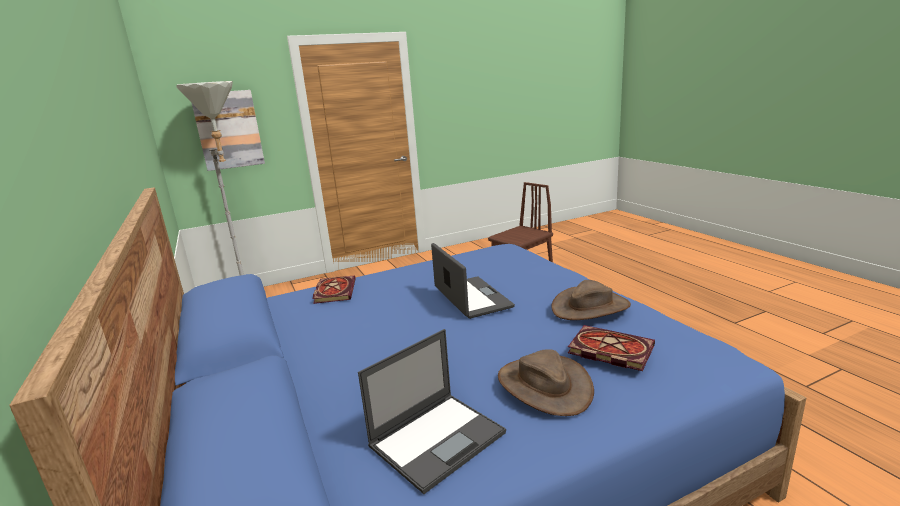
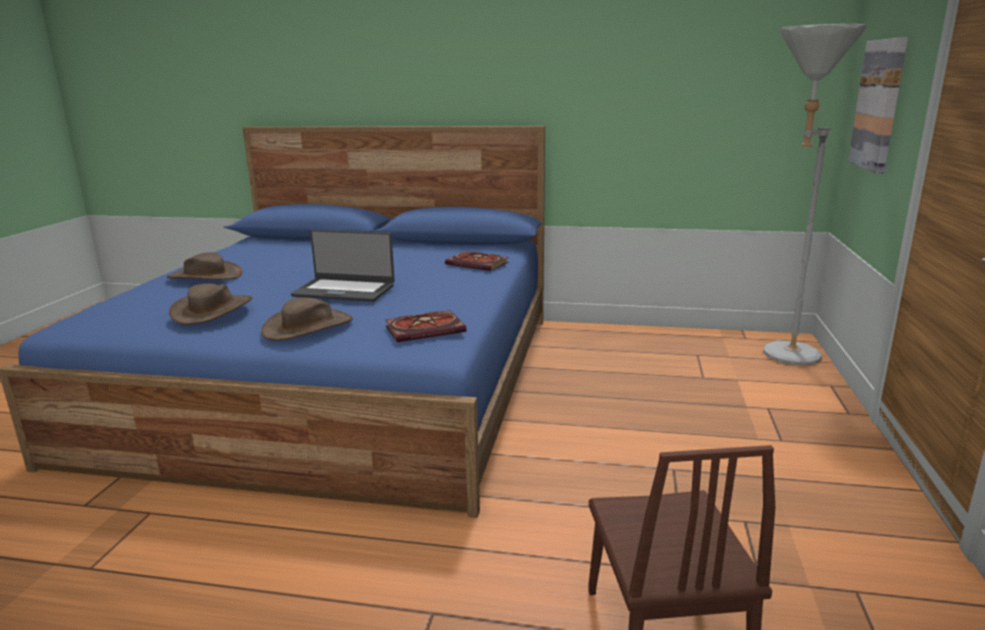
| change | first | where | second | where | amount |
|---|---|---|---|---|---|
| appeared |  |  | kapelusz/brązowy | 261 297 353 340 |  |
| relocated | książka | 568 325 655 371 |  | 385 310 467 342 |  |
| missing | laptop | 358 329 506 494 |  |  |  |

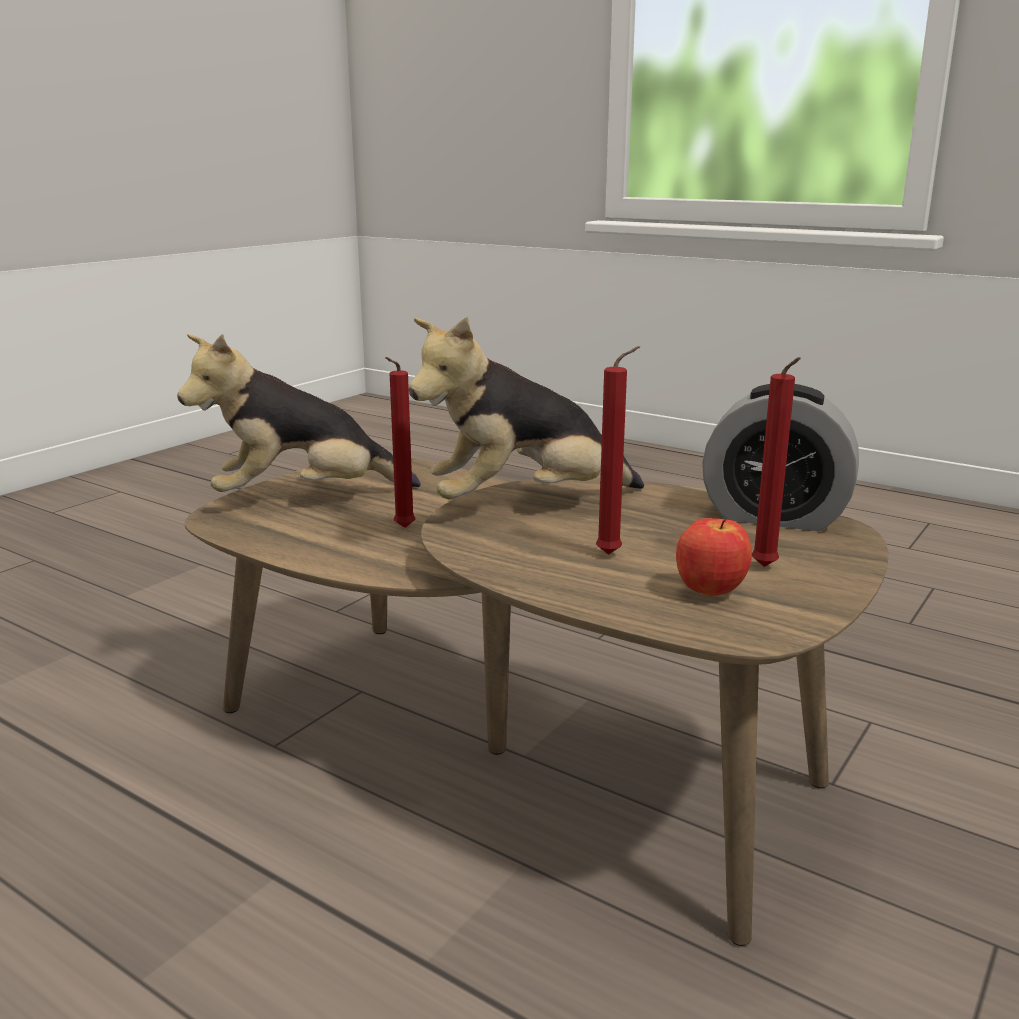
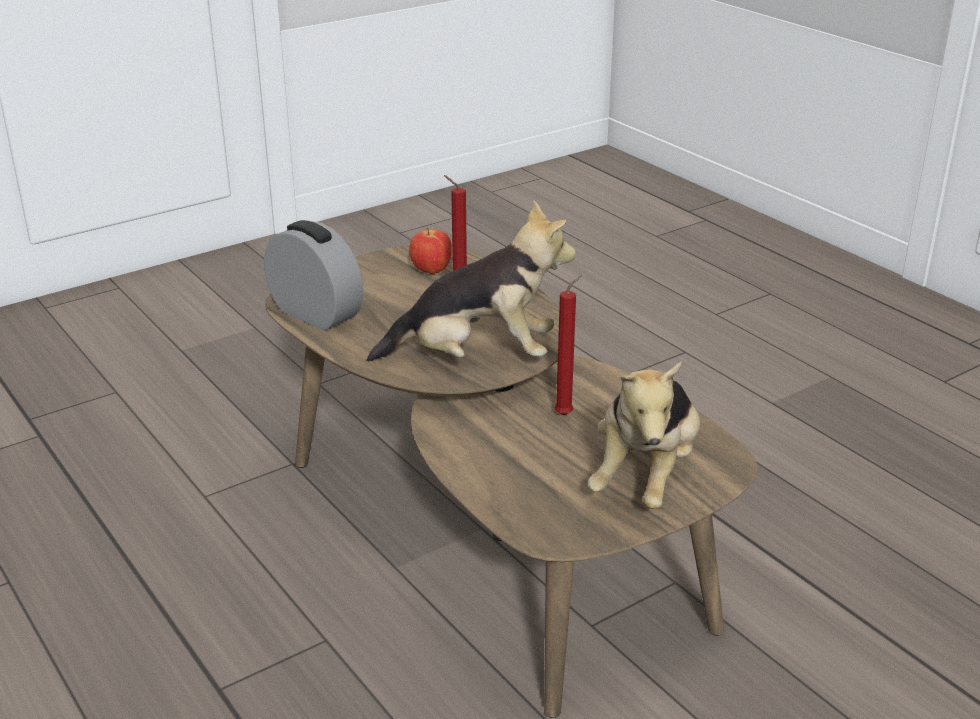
| change | first | where | second | where | amount |
|---|---|---|---|---|---|
| spun | pluszak | 177 334 421 492 |  | 588 362 700 509 | 105 degrees clockwise |
| missing | świeca/czerwony | 752 357 801 567 |  |  |  |

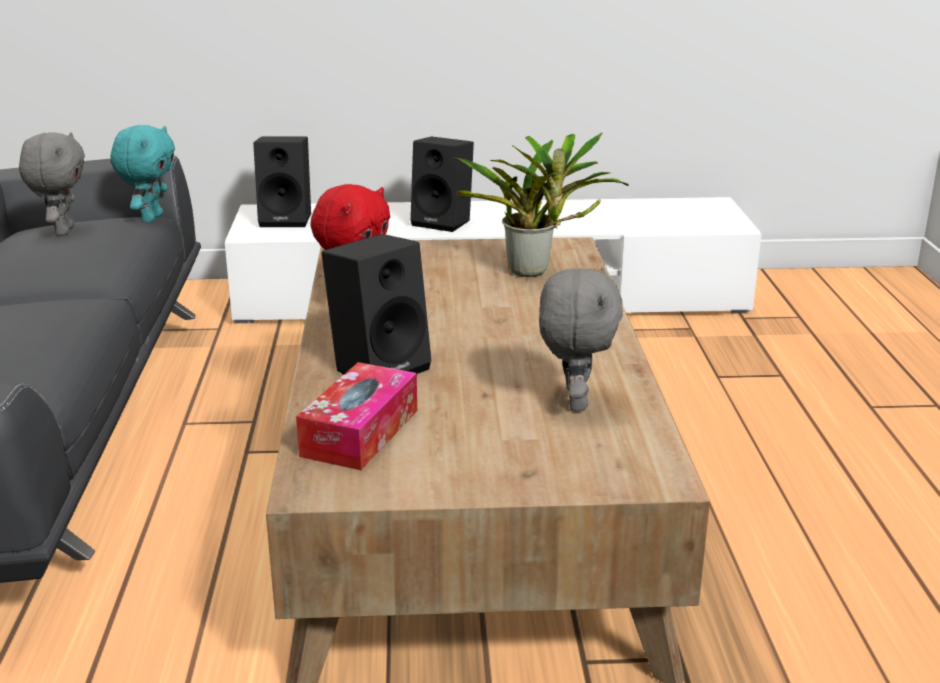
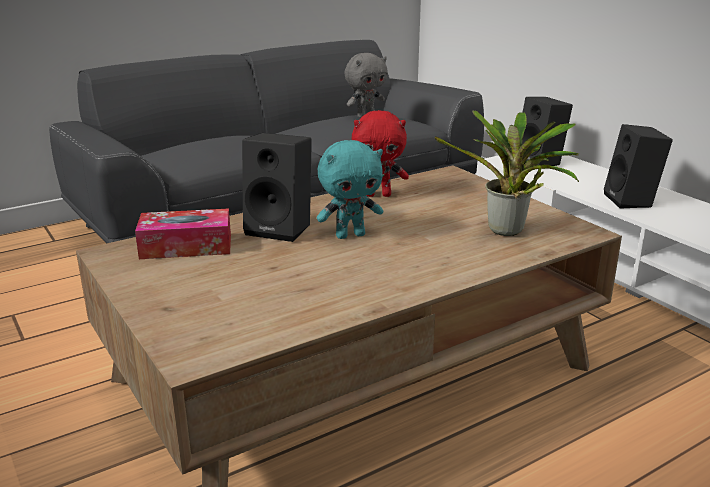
| change | first | where | second | where | amount |
|---|---|---|---|---|---|
| relocated | pluszak/turkusowy | 110 125 175 222 |  | 317 140 383 239 |  |
| missing | pluszak/szary | 539 266 623 412 |  |  |  |

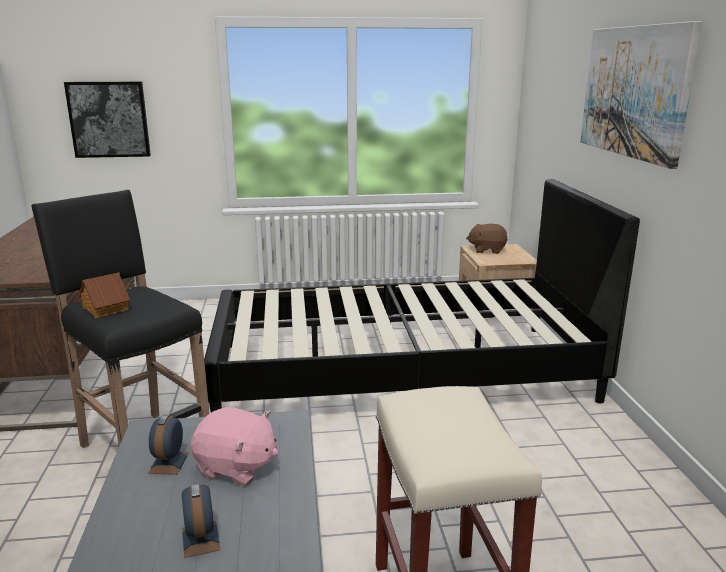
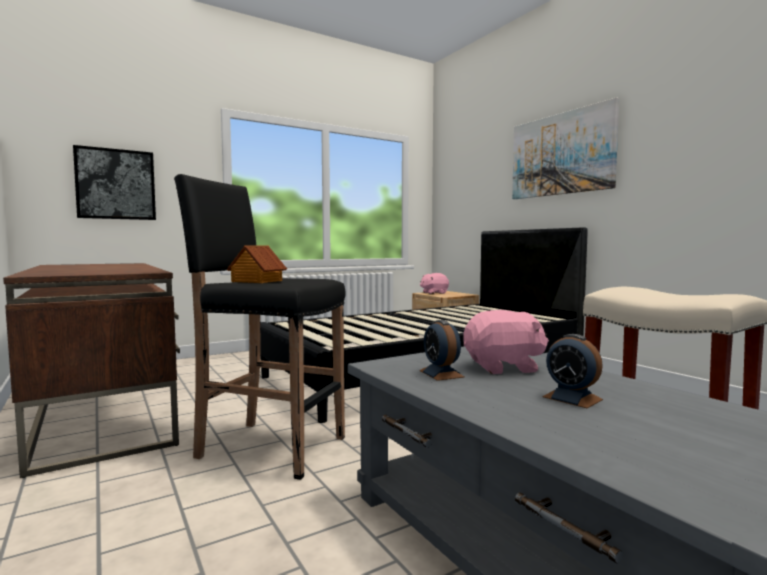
| change | first | where | second | where | amount |
|---|---|---|---|---|---|
| colour | pluszak/brązowy | 466 224 508 254 | pluszak/różowy | 420 273 449 294 |  |

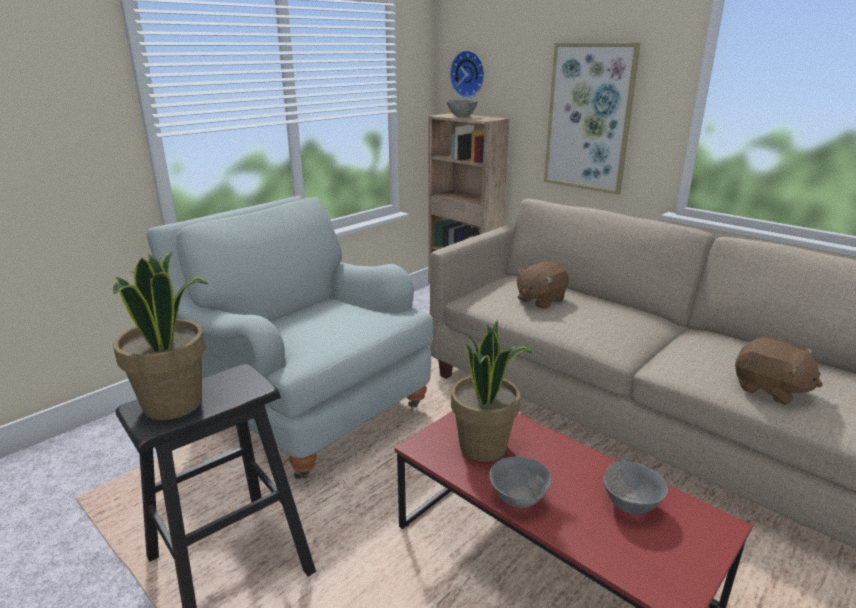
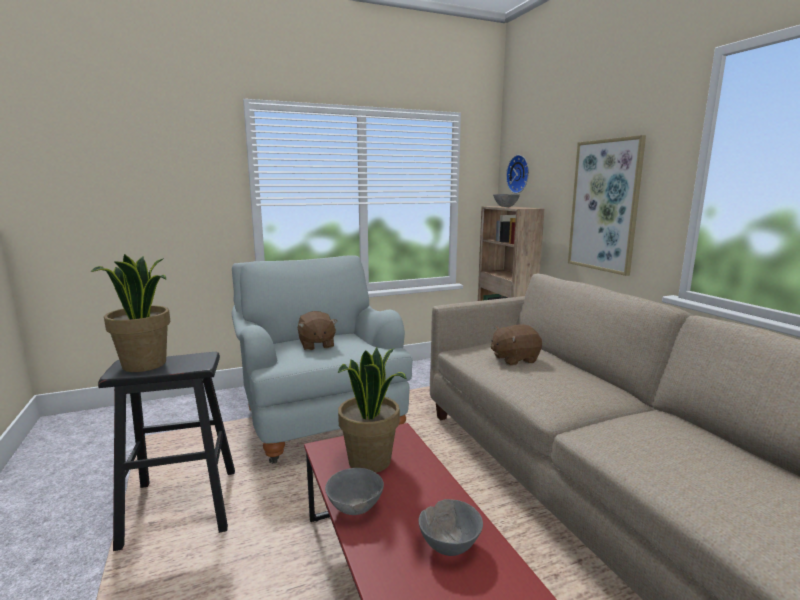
| change | first | where | second | where | amount |
|---|---|---|---|---|---|
| relocated | pluszak/brązowy | 735 337 823 405 |  | 298 311 337 351 |  |

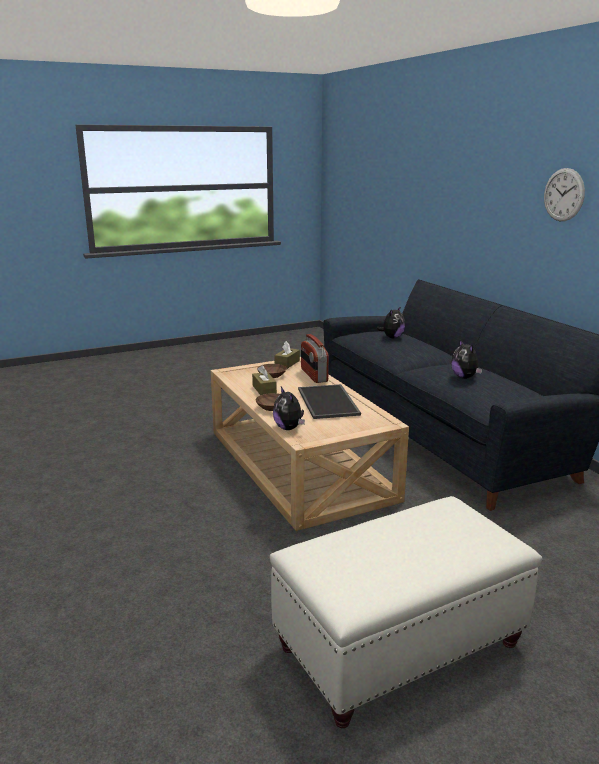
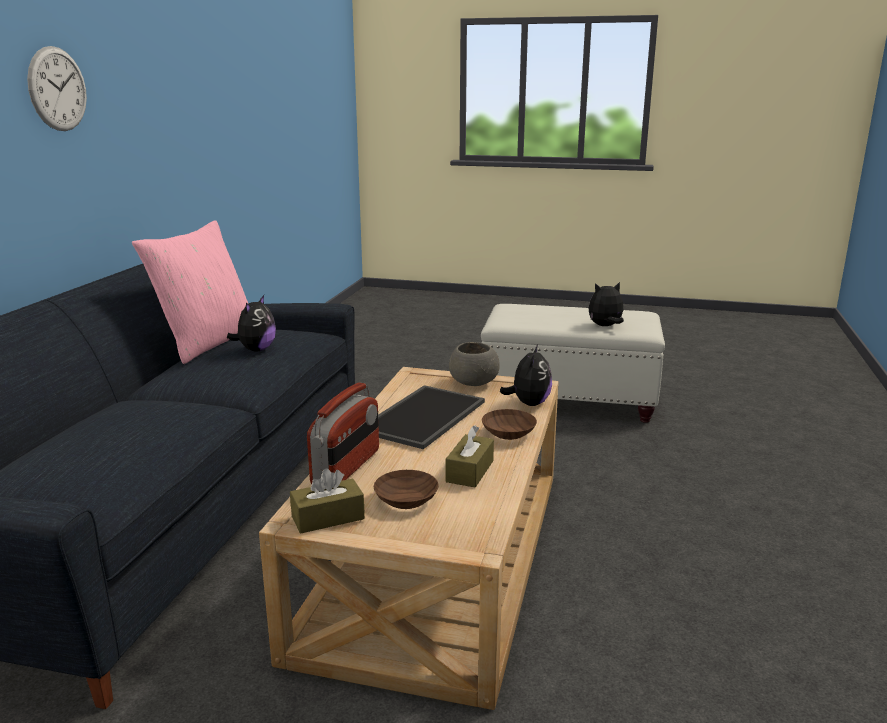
| change | first | where | second | where | amount |
|---|---|---|---|---|---|
| appeared |  |  | poduszka/różowy | 132 220 248 364 |  |
| appeared |  |  | miska/szary | 449 342 500 386 |  |
| relocated | pluszak | 377 306 405 338 |  | 588 282 624 326 |  |

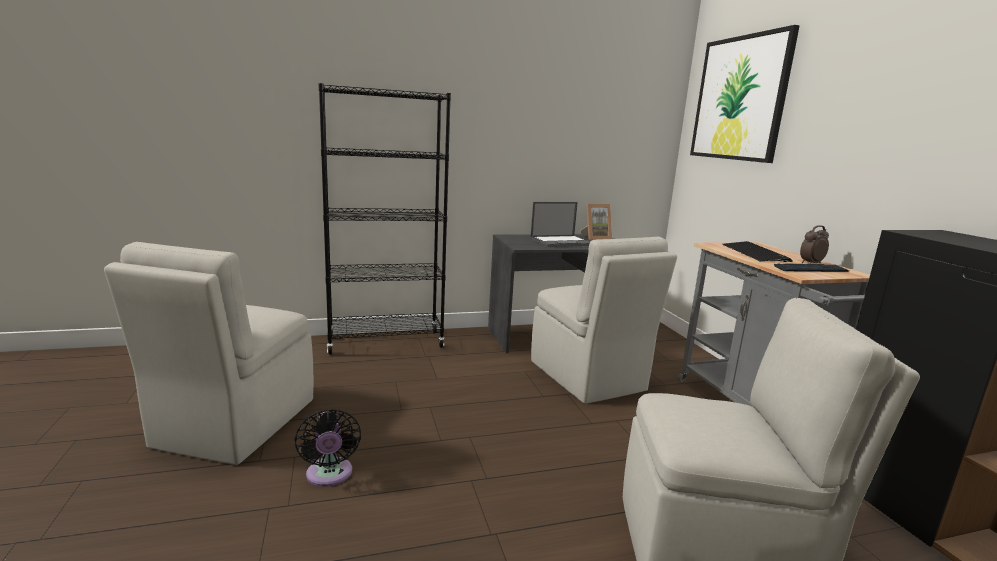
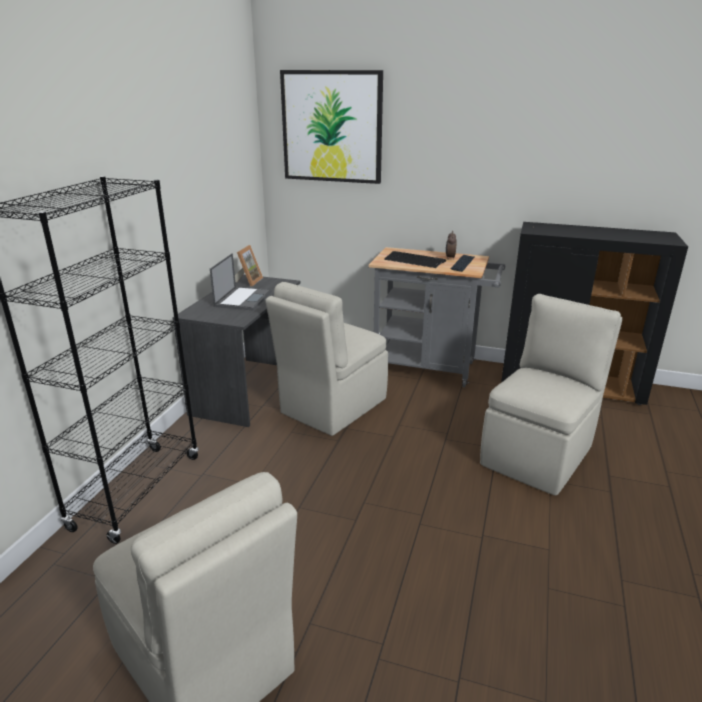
| change | first | where | second | where | amount |
|---|---|---|---|---|---|
| spun | krzesło/beżowy | 531 237 677 404 |  | 265 282 388 436 | 120 degrees clockwise |
| missing | wentylator/czarny | 294 409 361 487 |  |  |  |

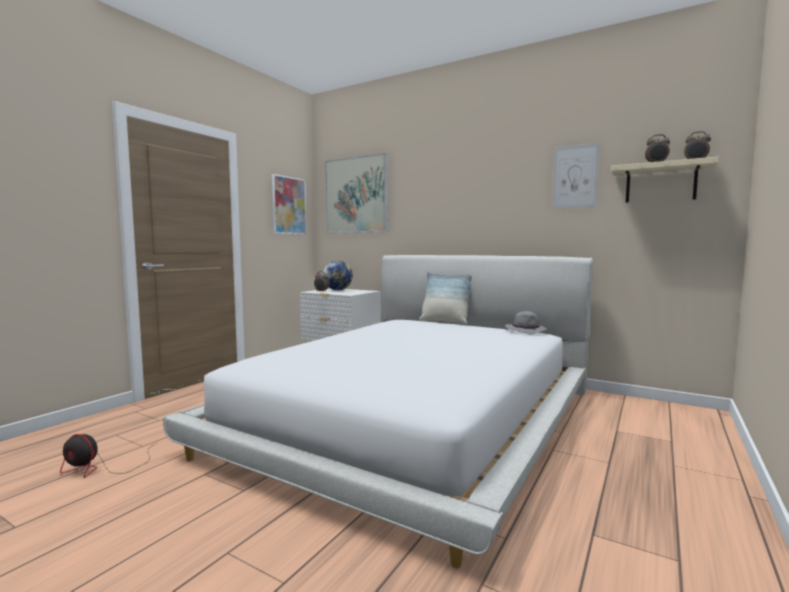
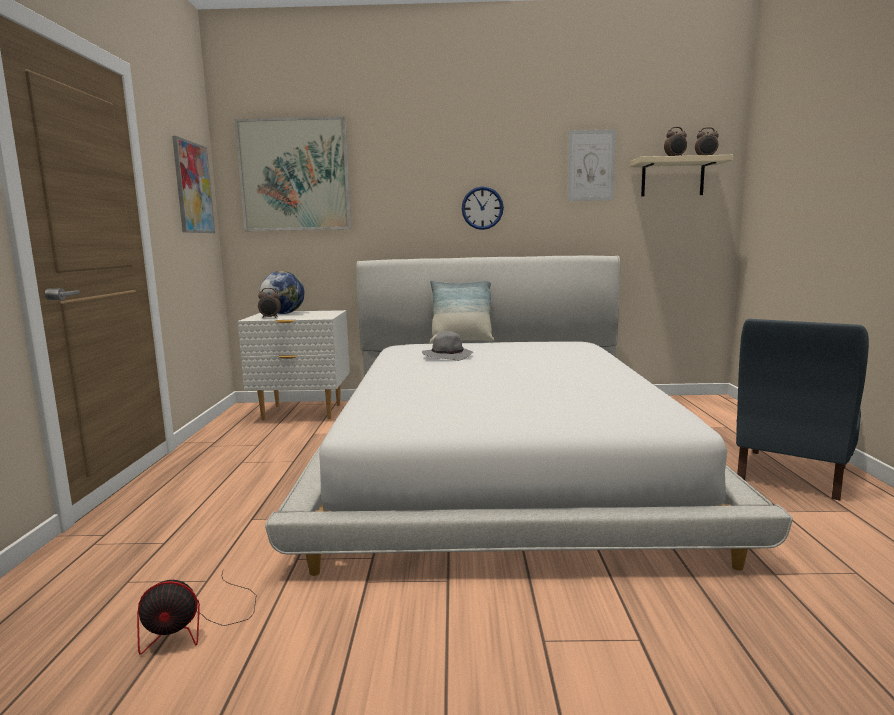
| change | first | where | second | where | amount |
|---|---|---|---|---|---|
| relocated | kapelusz/szary | 505 311 547 335 |  | 422 331 473 361 |  |
| appeared |  |  | zegar ścienny | 462 186 504 230 |  |
| appeared |  |  | krzesło/niebieski | 736 319 869 501 |  |

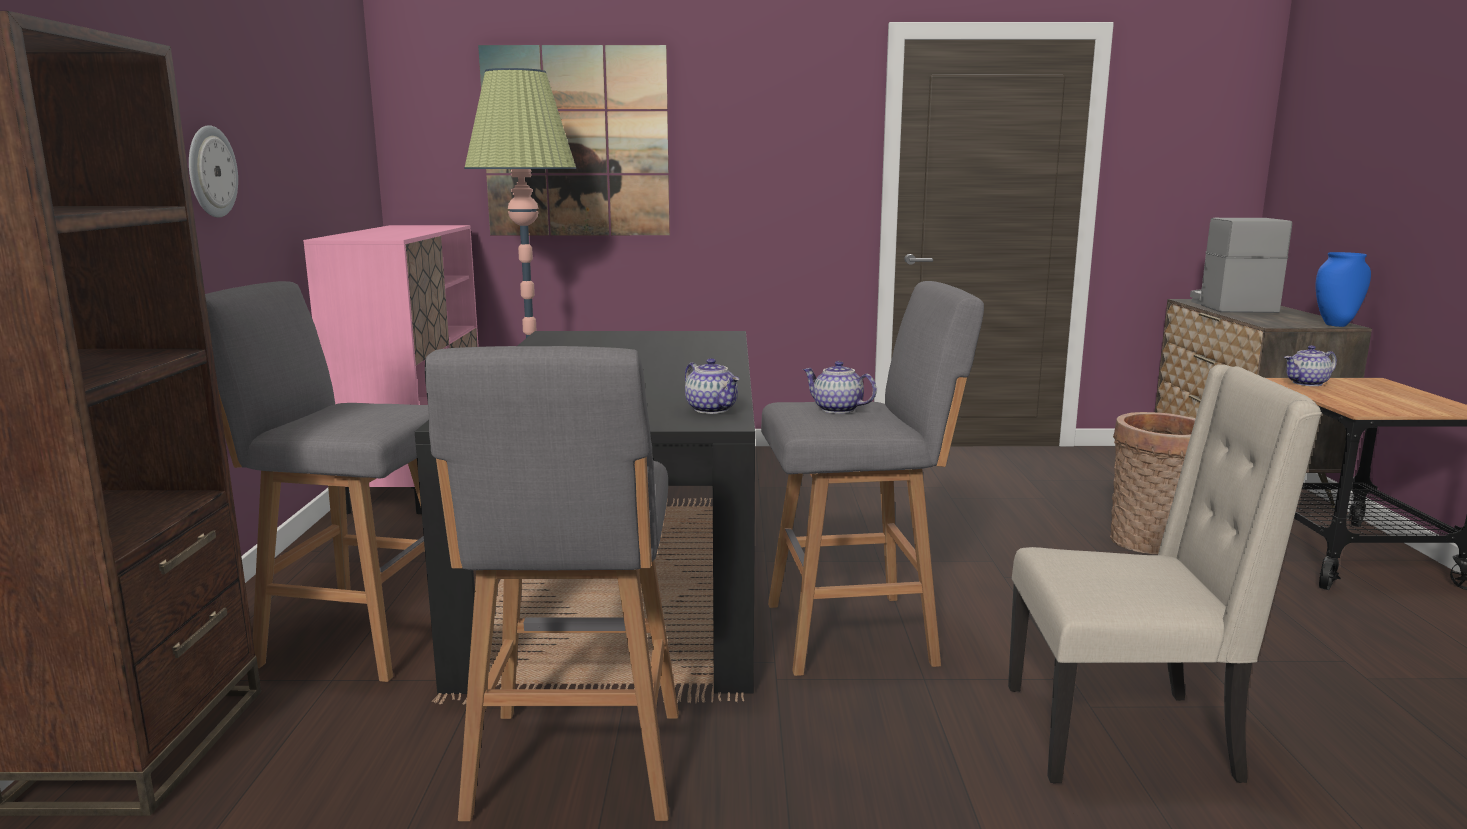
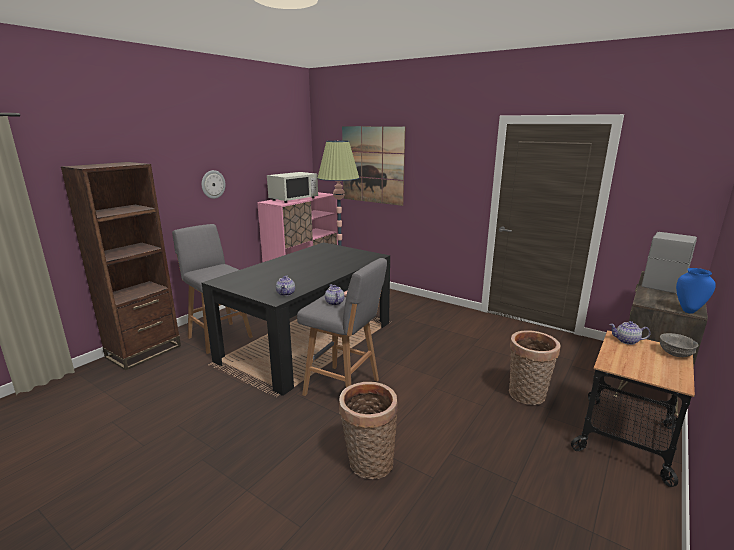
| change | first | where | second | where | amount |
|---|---|---|---|---|---|
| appeared |  |  | mikrofalówka/biały | 267 172 318 203 |  |
| exchanged | krzesło/beżowy | 1008 365 1322 784 | koszyk | 339 382 398 479 |  |
| appeared |  |  | miska/szary | 660 333 699 357 |  |
| missing | stołek/szary | 425 346 679 821 |  |  |  |

